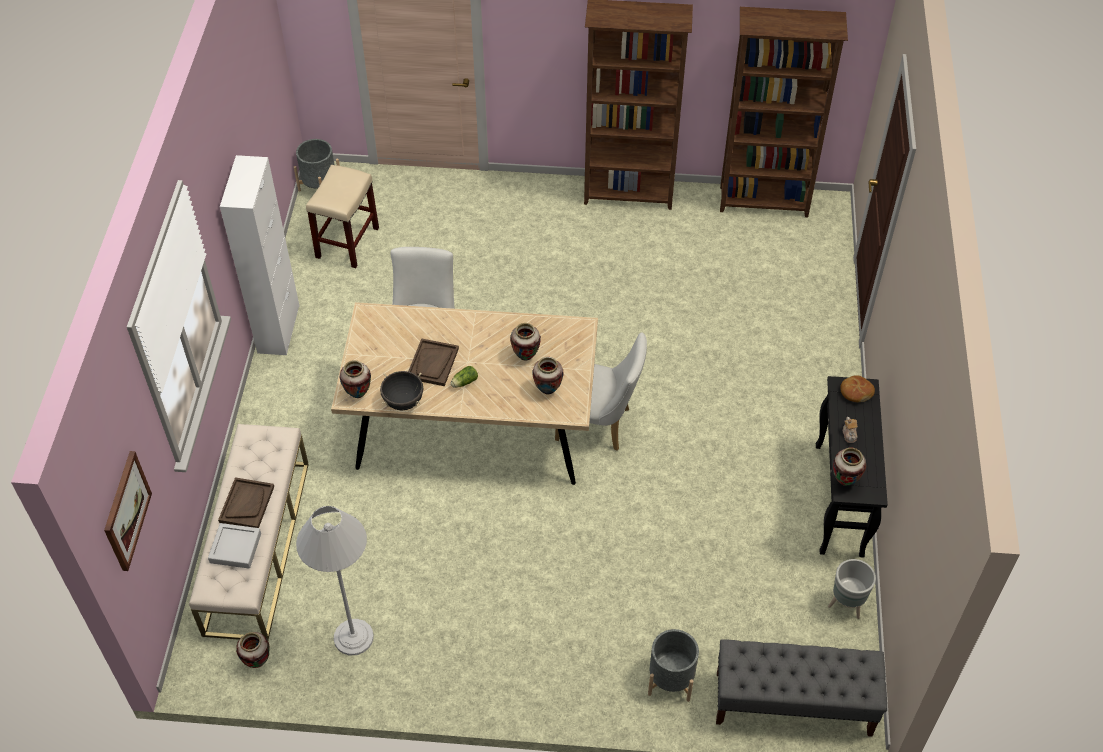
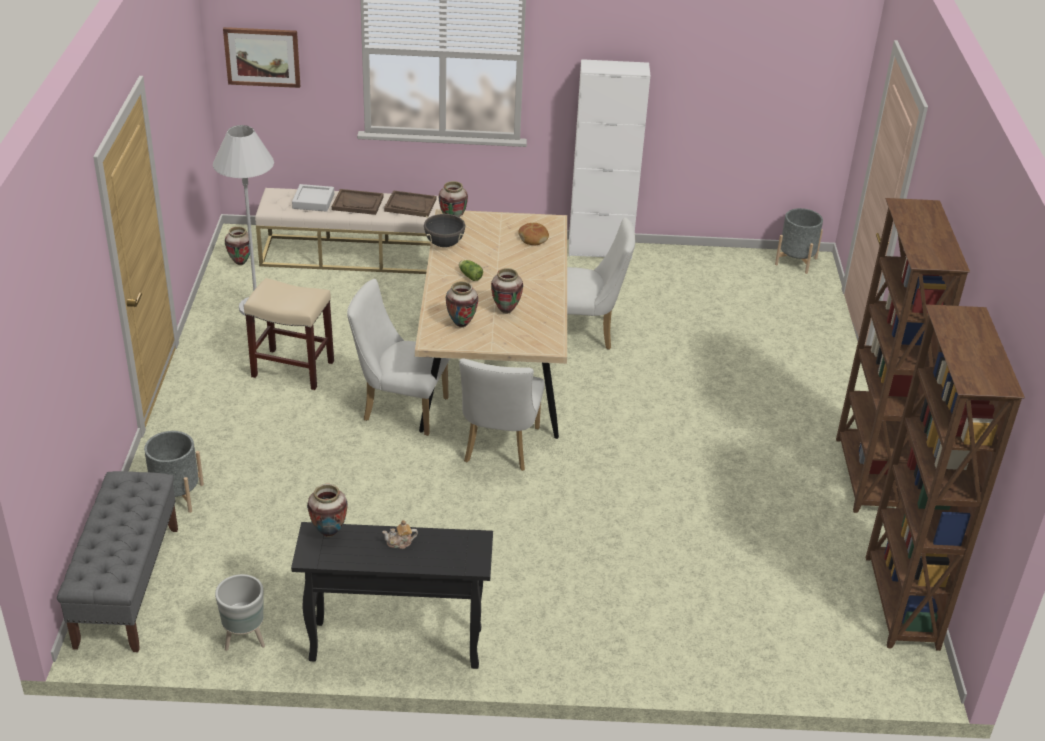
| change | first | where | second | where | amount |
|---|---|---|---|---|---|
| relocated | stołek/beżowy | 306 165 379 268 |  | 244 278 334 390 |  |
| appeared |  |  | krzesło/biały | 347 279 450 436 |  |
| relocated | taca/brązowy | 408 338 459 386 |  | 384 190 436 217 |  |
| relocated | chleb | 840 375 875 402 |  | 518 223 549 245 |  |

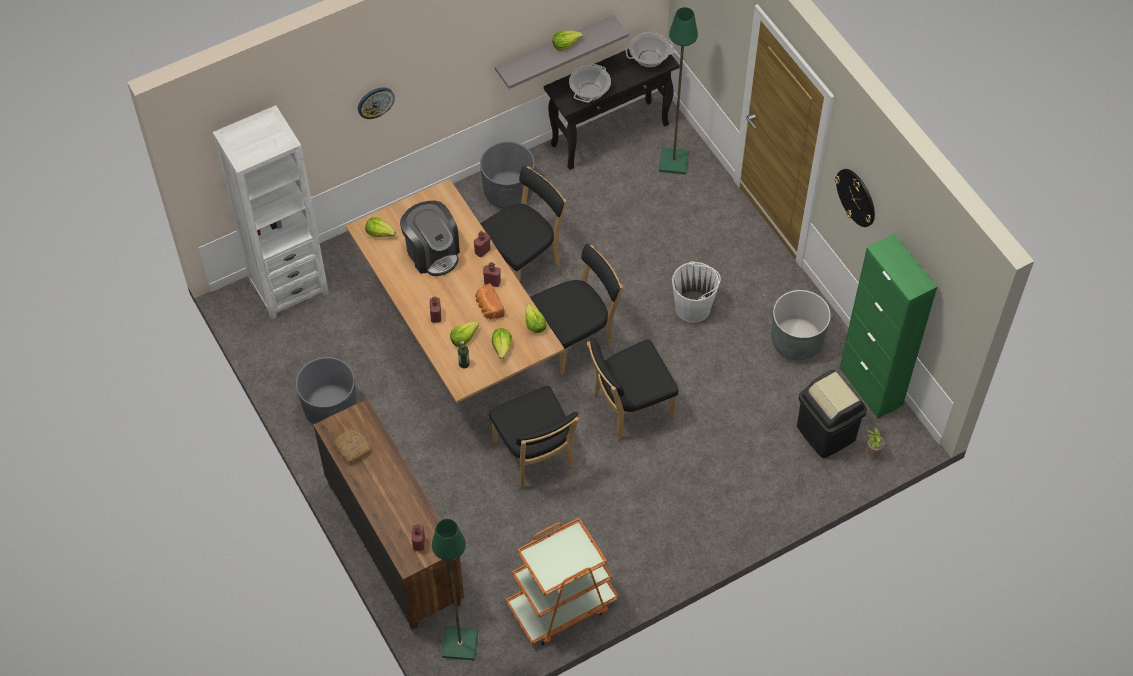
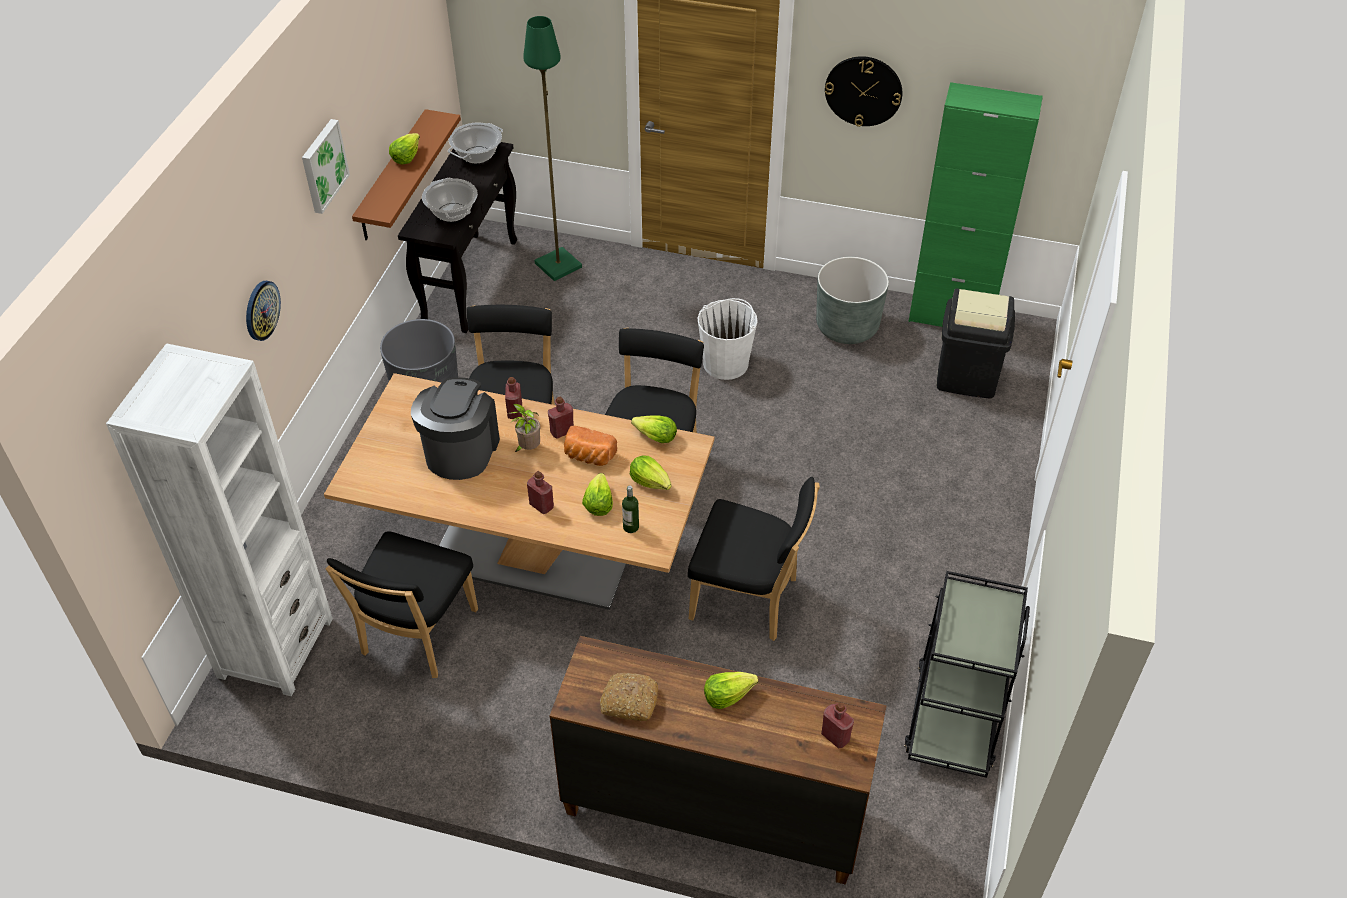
| change | first | where | second | where | amount |
|---|---|---|---|---|---|
| appeared |  |  | obraz | 302 119 350 214 |  |
| relocated | krzesło/czarny | 587 337 678 440 |  | 326 531 478 678 |  |
| colour | półka/szary | 495 15 629 89 | półka/brązowy | 352 109 461 240 |  |
| spun | ekspres do kawy | 400 201 460 276 |  | 411 377 500 480 | 90 degrees counterclockwise |
| relocated | roślina doniczkowa | 864 427 885 457 |  | 507 404 540 452 |  |
| relocated | sałata | 365 217 396 238 |  | 704 672 758 709 |  |
| colour | wózek/pomarańczowy | 506 518 619 645 | wózek/czarny | 904 571 1030 778 |  |
| missing | donica/szary | 296 357 357 424 |  |  |  |
| missing | lampa stojąca/zielony | 432 519 478 660 |  |  |  |

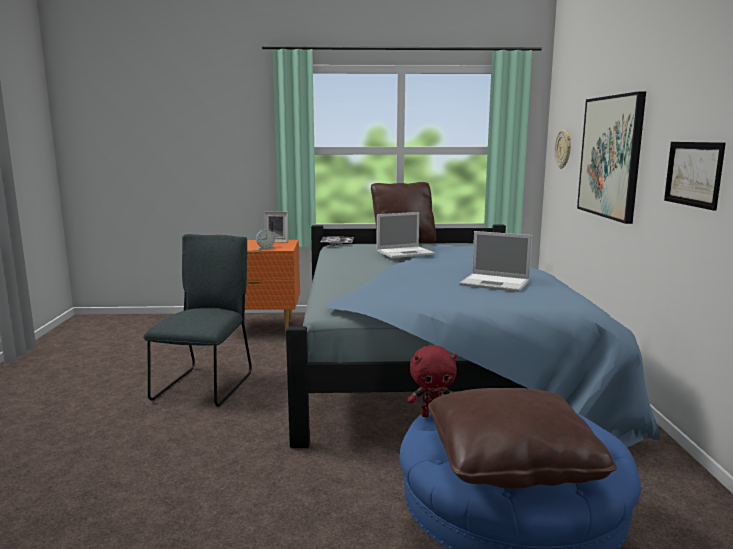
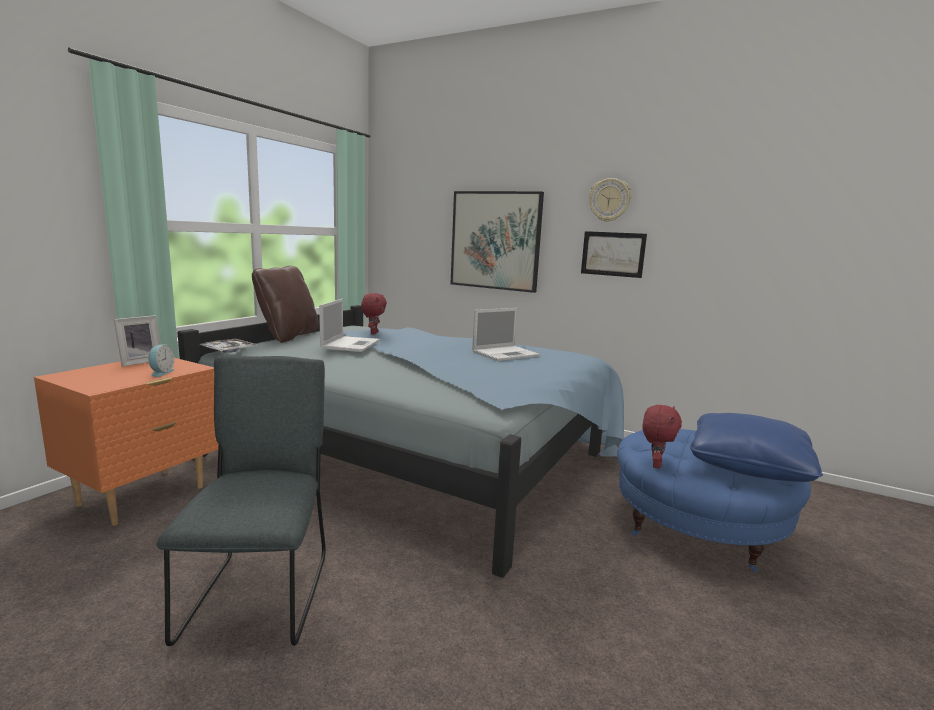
| change | first | where | second | where | amount |
|---|---|---|---|---|---|
| spun | krzesło/szary | 143 234 252 407 |  | 156 355 326 646 | 45 degrees clockwise |
| appeared |  |  | pluszak/czerwony | 361 293 387 334 |  |
| relocated | zegar ścienny | 555 130 571 169 |  | 589 178 631 222 |  |
| colour | poduszka/brązowy | 428 388 617 489 | poduszka/niebieski | 690 413 823 482 |  |

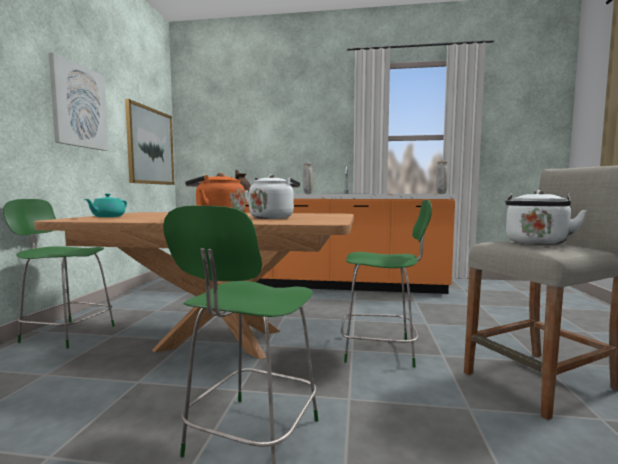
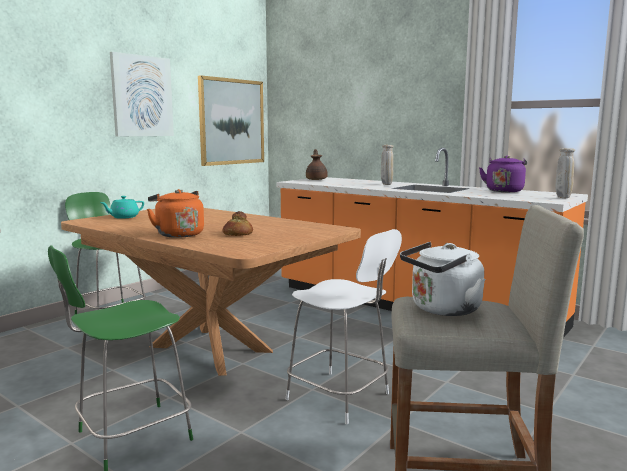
| change | first | where | second | where | amount |
|---|---|---|---|---|---|
| exchanged | czajnik/biały | 245 174 300 219 | chleb | 223 211 253 236 |  |
| colour | krzesło/zielony | 341 200 432 367 | krzesło/biały | 286 229 402 424 |  |
| appeared |  |  | czajnik/fioletowy | 479 155 527 192 |  |

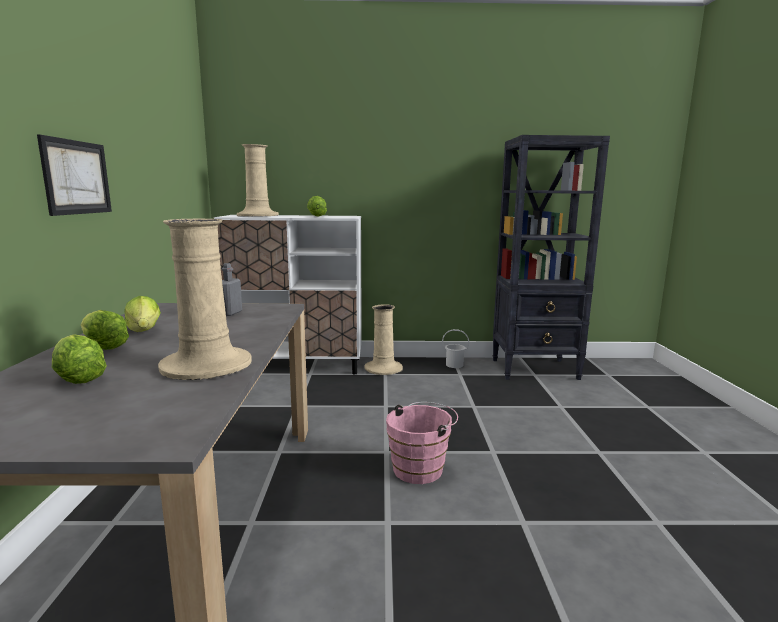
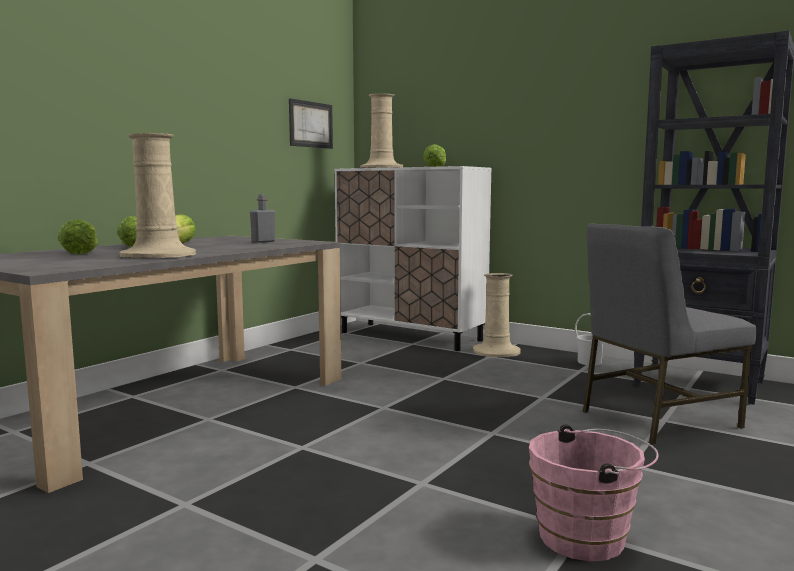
| change | first | where | second | where | amount |
|---|---|---|---|---|---|
| relocated | obraz | 37 135 112 216 |  | 289 98 333 149 |  |
| relocated | wiadro/różowy | 386 402 458 484 |  | 529 424 658 561 |  |
| appeared |  |  | krzesło/szary | 583 223 757 444 |  |

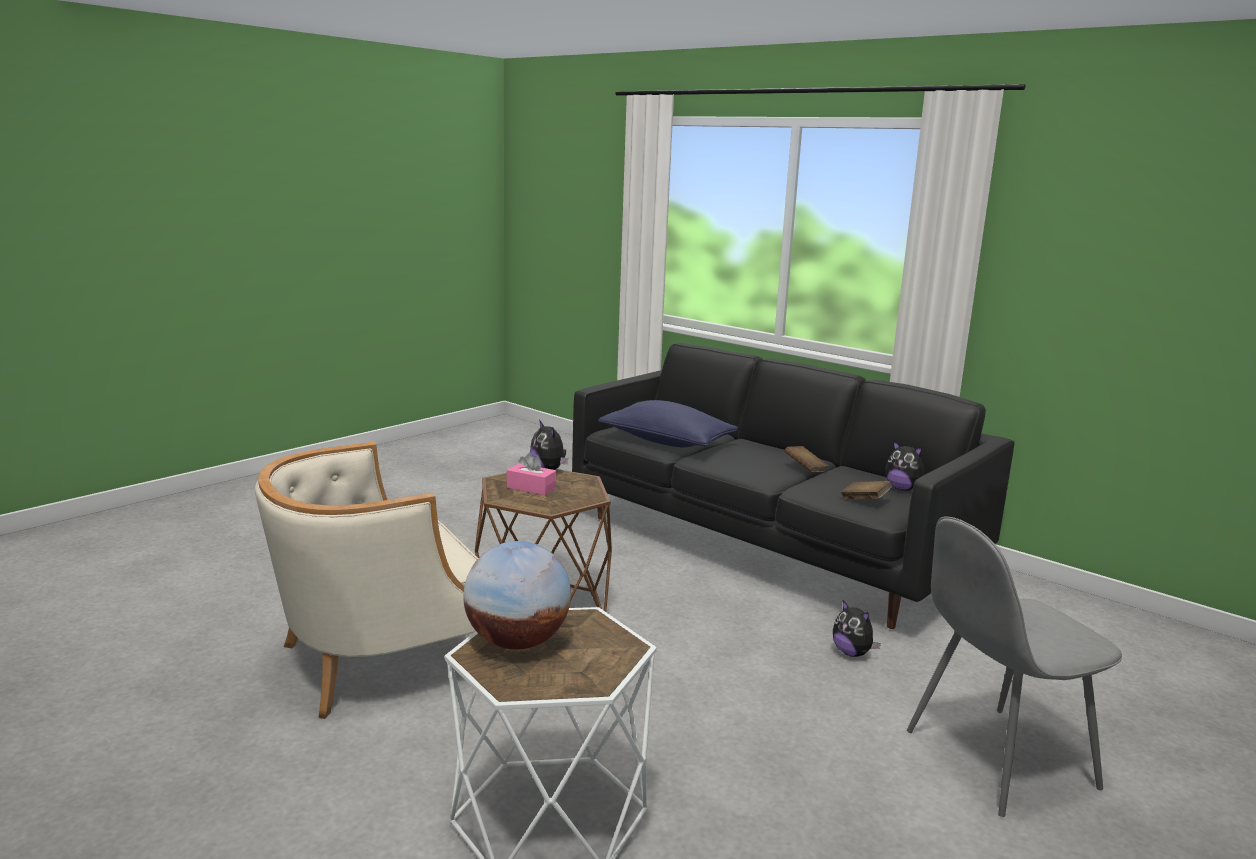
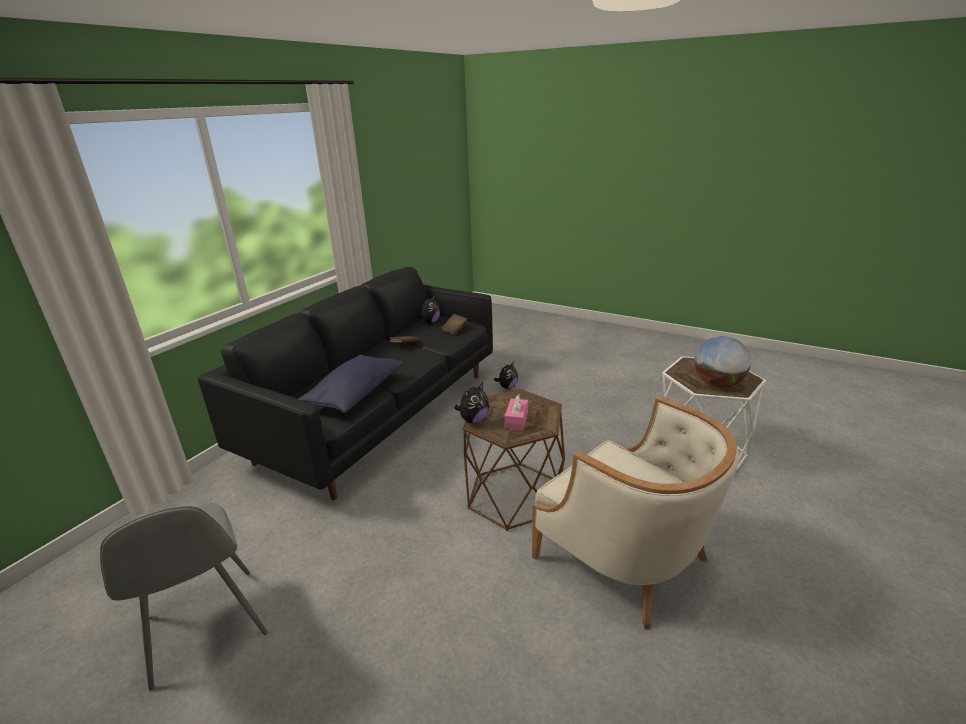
| change | first | where | second | where | amount |
|---|---|---|---|---|---|
| relocated | krzesło/szary | 907 517 1122 817 |  | 100 503 268 691 |  |

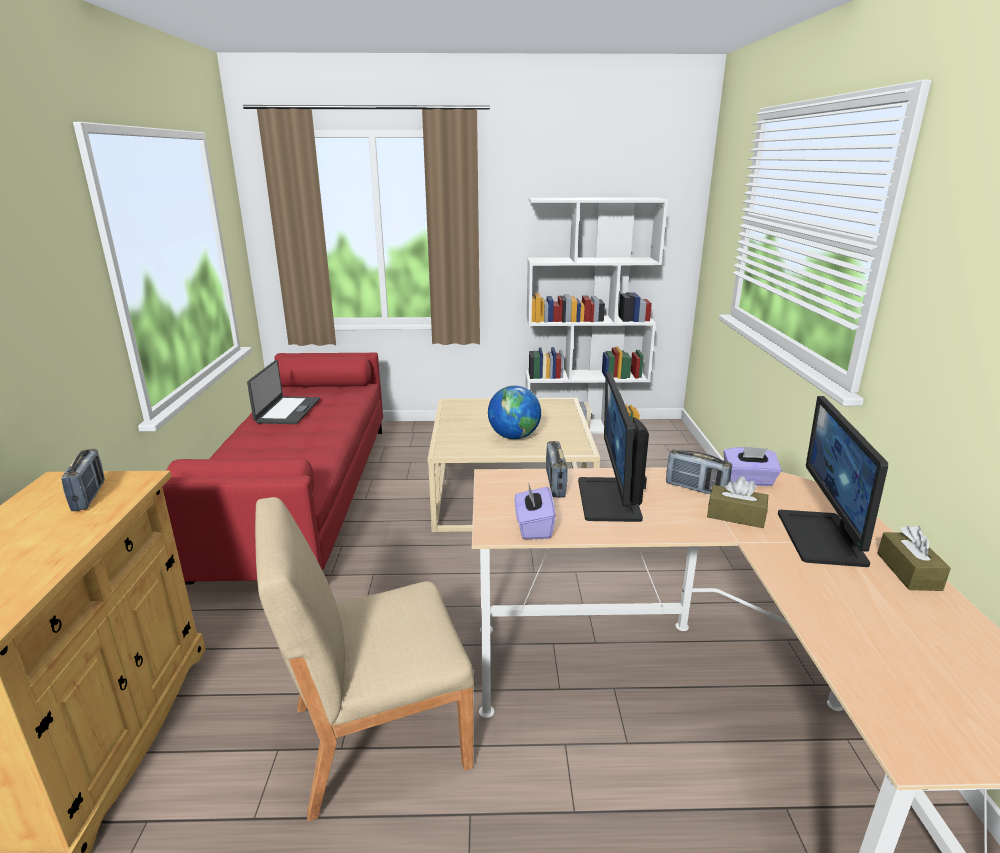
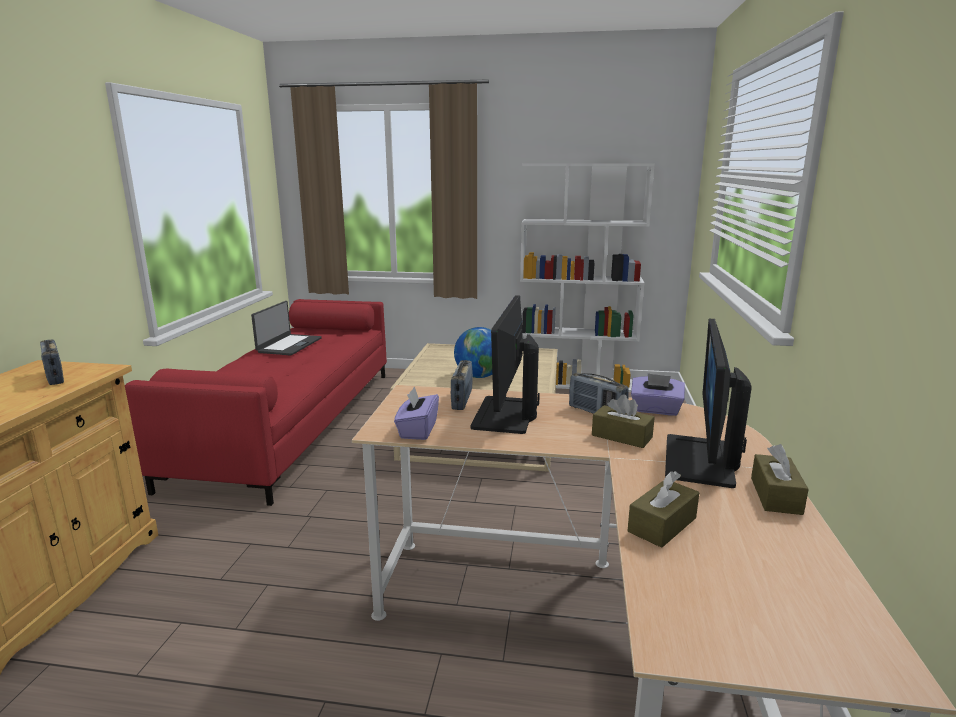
| change | first | where | second | where | amount |
|---|---|---|---|---|---|
| spun | radio | 61 449 105 511 |  | 40 340 64 385 | 150 degrees clockwise |
| appeared |  |  | pudełko chusteczek/brązowy | 628 471 699 548 |  |
| missing | krzesło/beżowy | 255 497 474 821 |  |  |  |

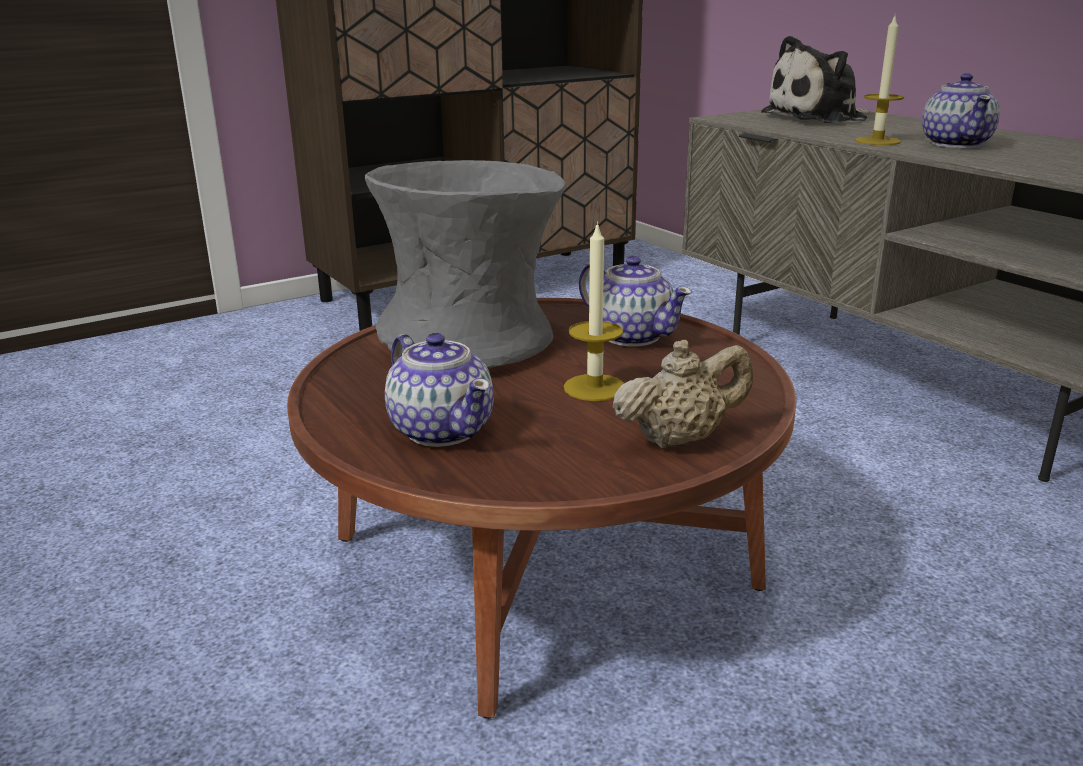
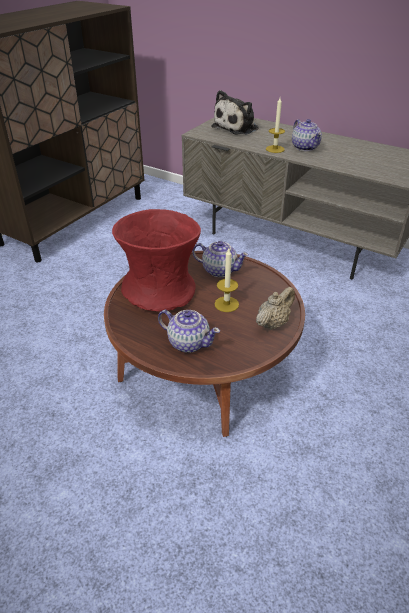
| change | first | where | second | where | amount |
|---|---|---|---|---|---|
| colour | wazon/szary | 365 160 566 367 | wazon/czerwony | 112 209 201 311 |  |

